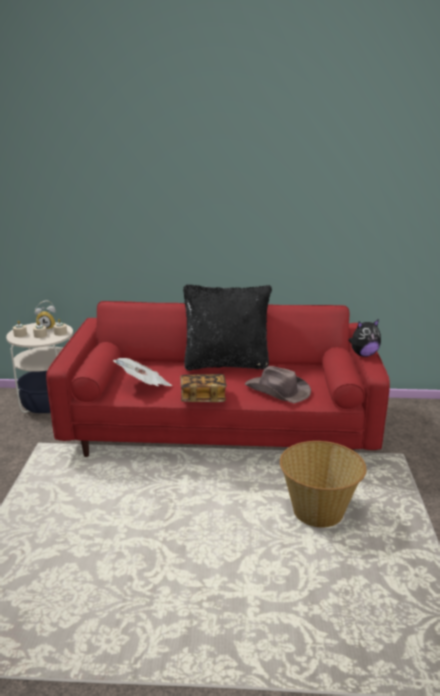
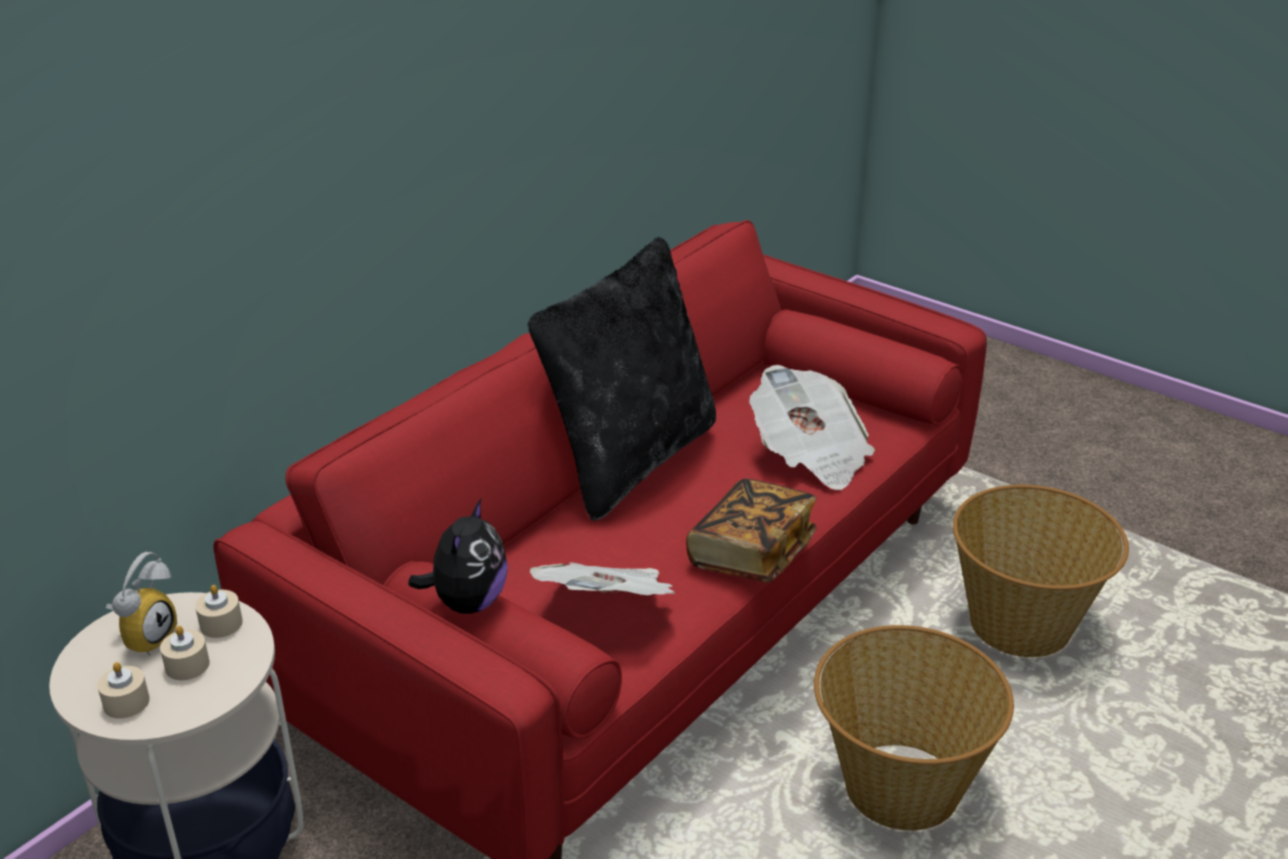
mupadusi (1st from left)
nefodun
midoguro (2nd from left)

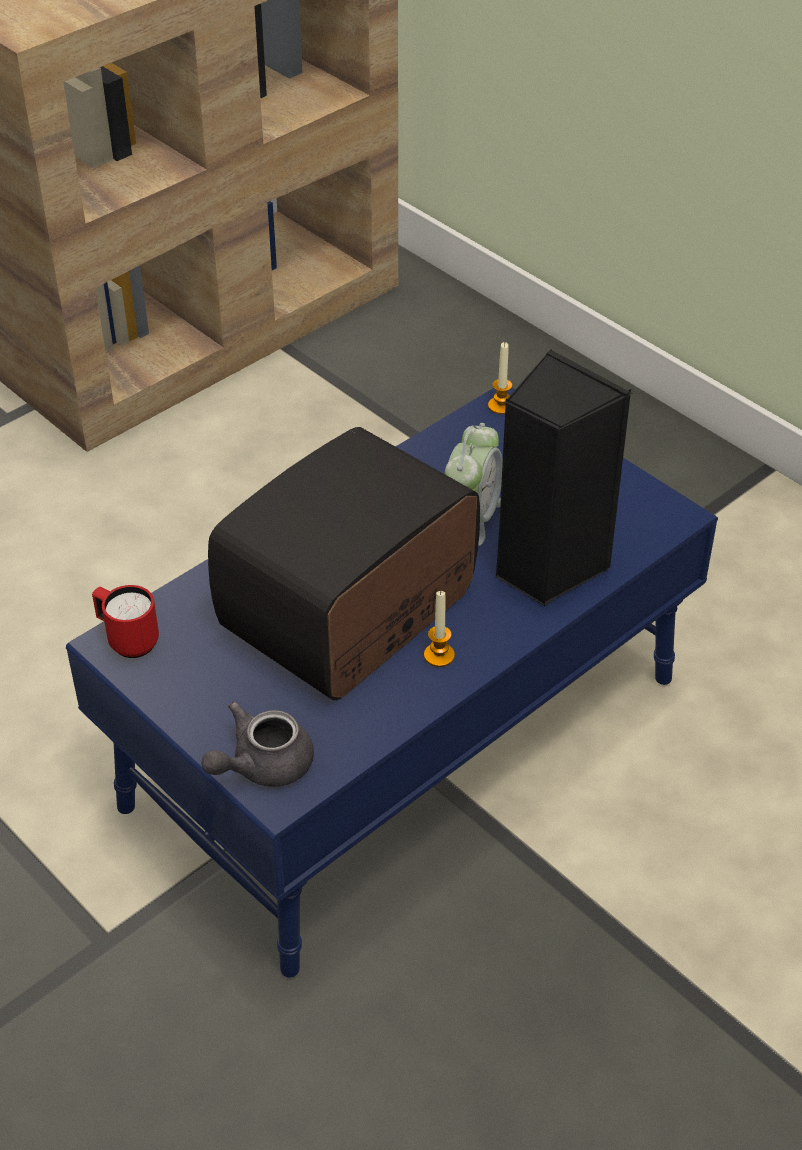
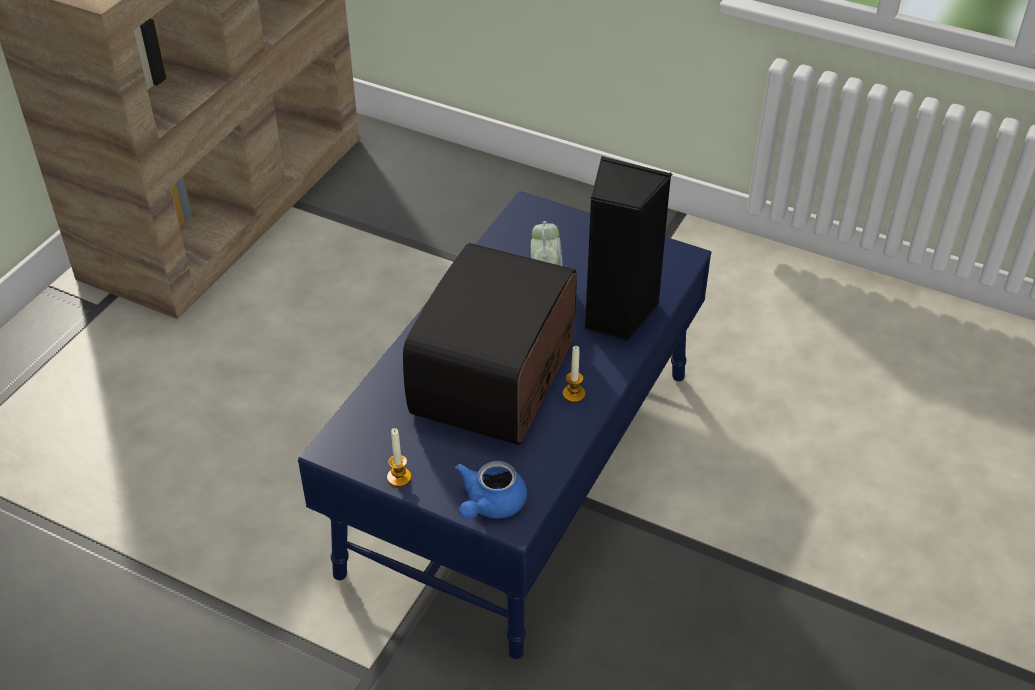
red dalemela
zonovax (1st from left)
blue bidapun

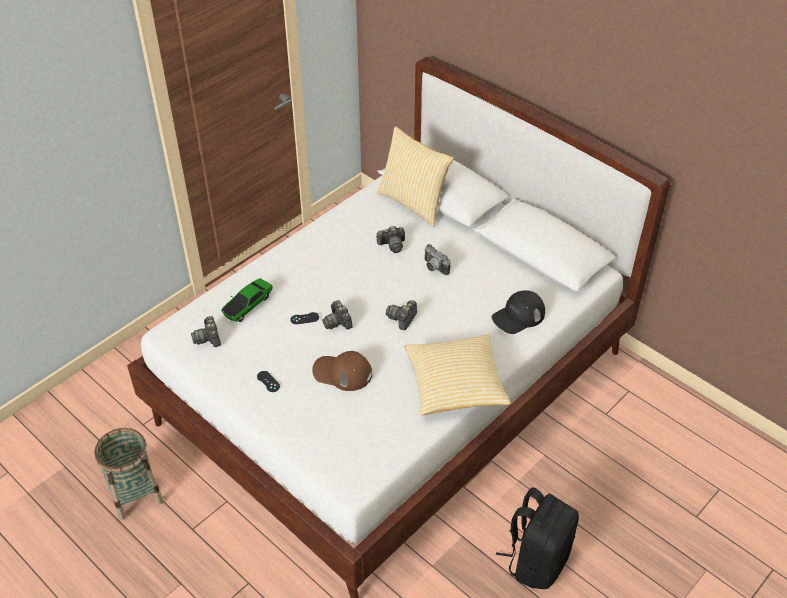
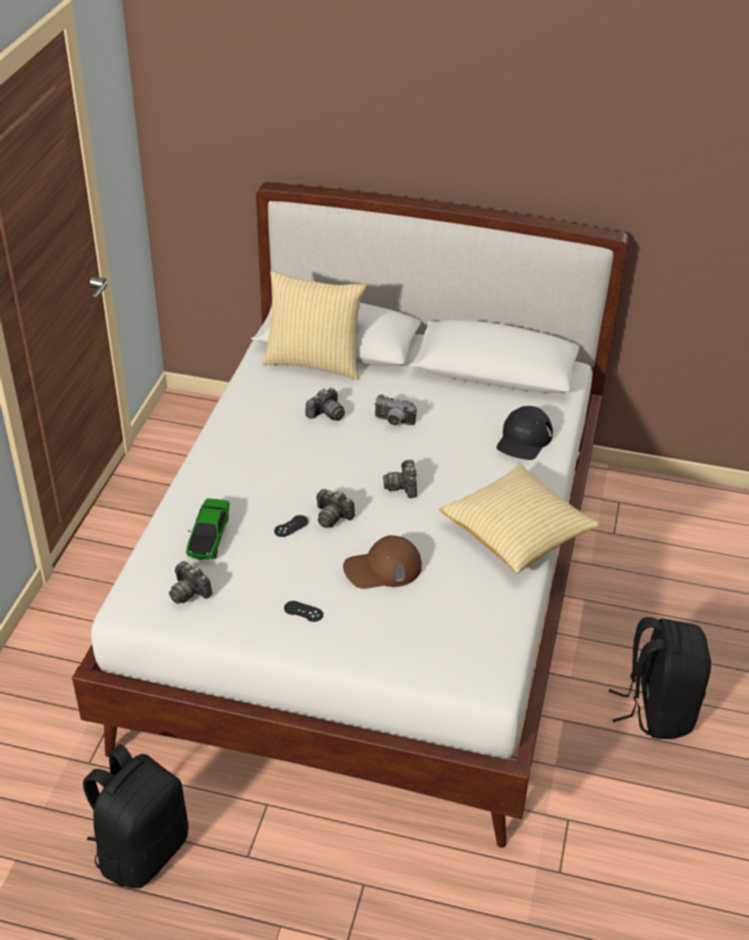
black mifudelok (1st from left)

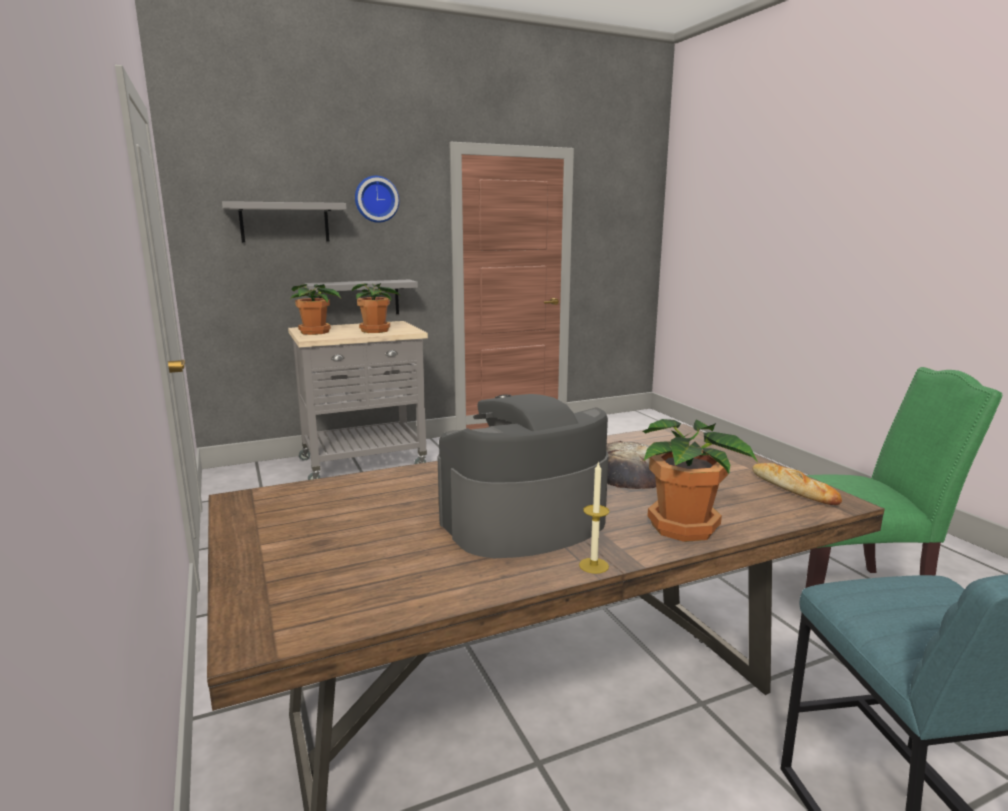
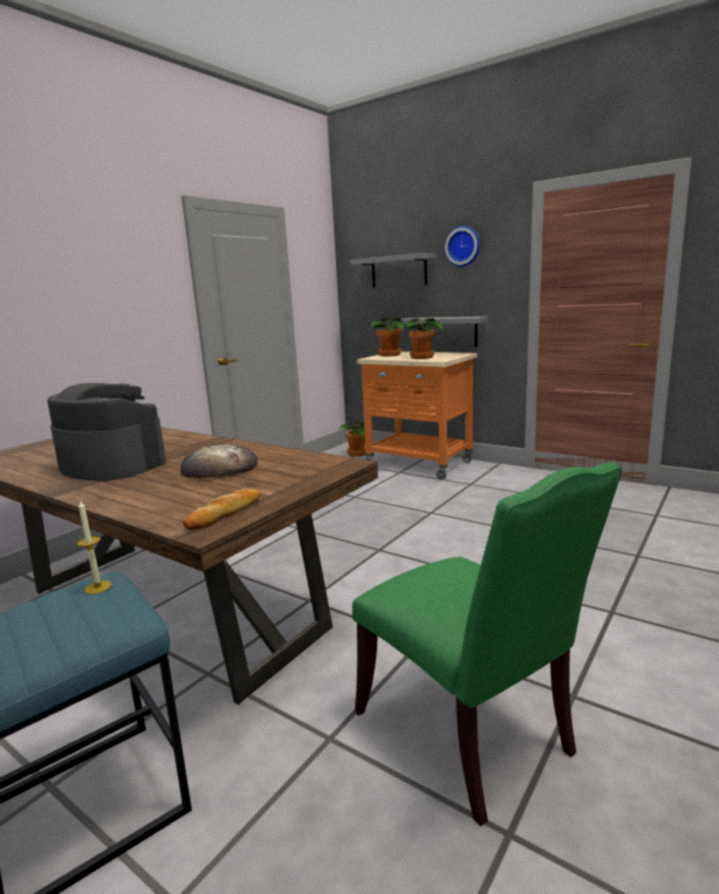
zonovax
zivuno (1st from left)
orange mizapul

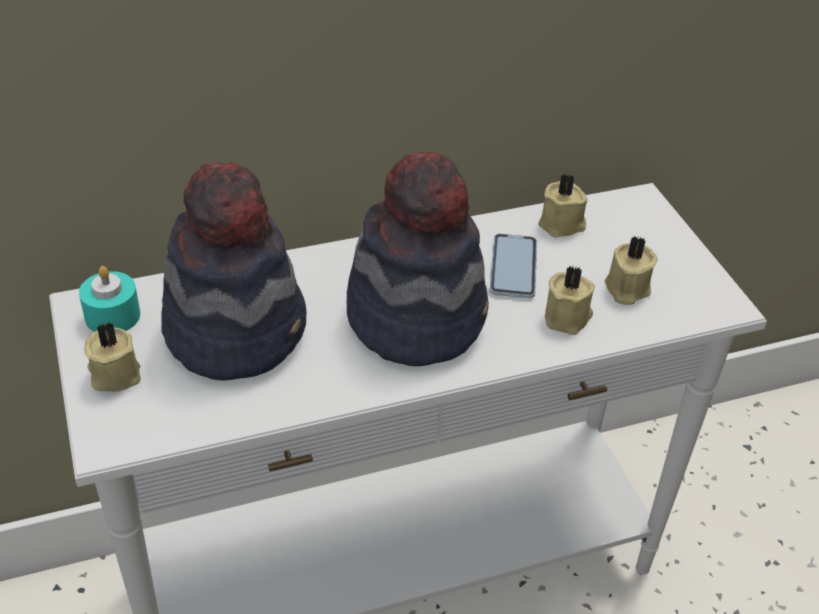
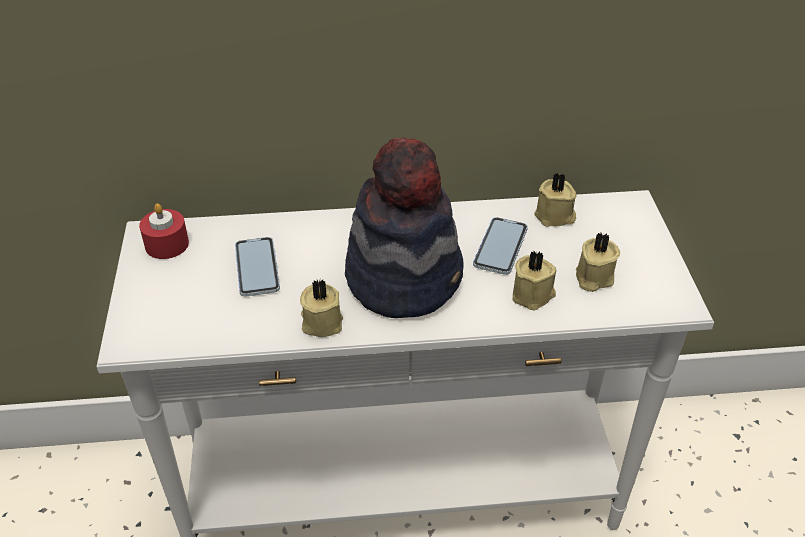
beige zonovax (1st from left)
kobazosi (1st from left)
red zonovax

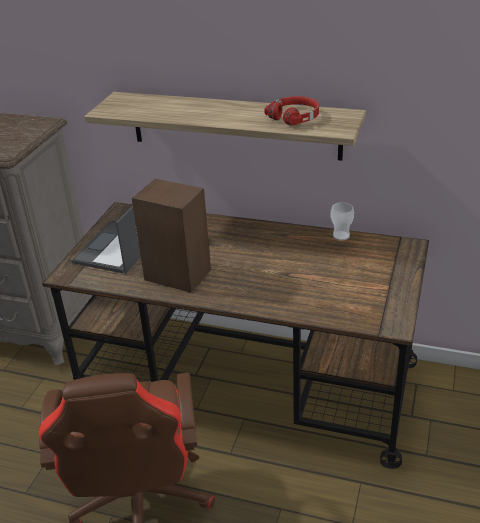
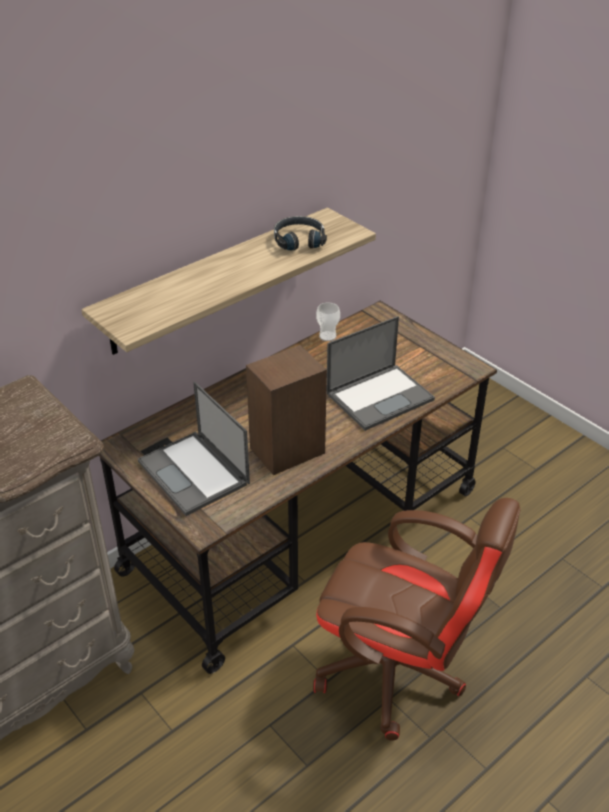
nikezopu (2nd from left)
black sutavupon

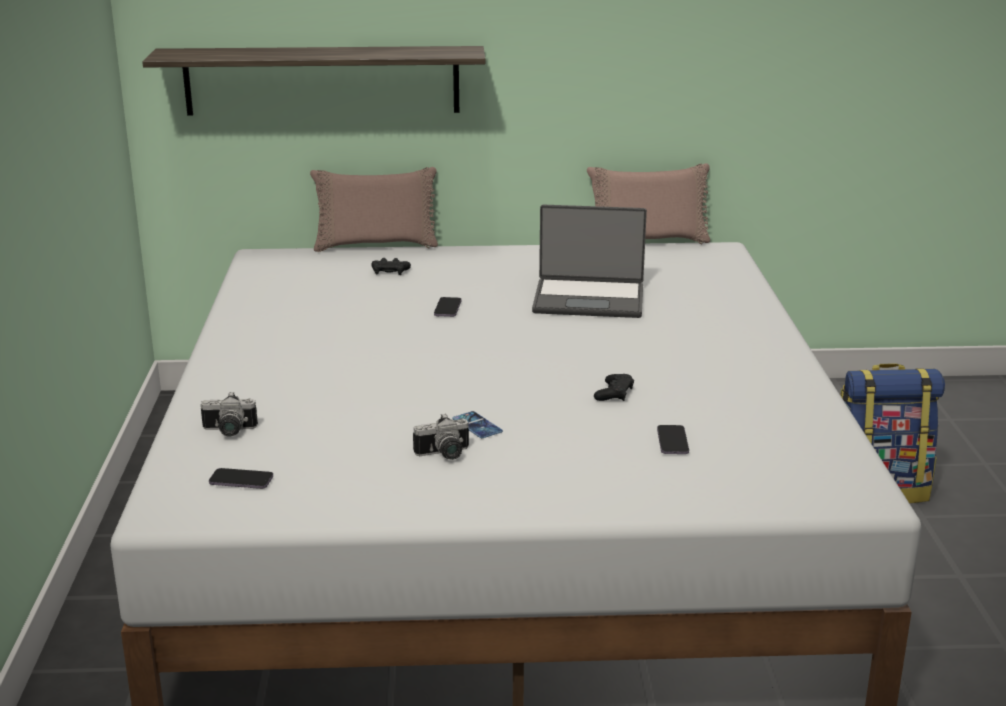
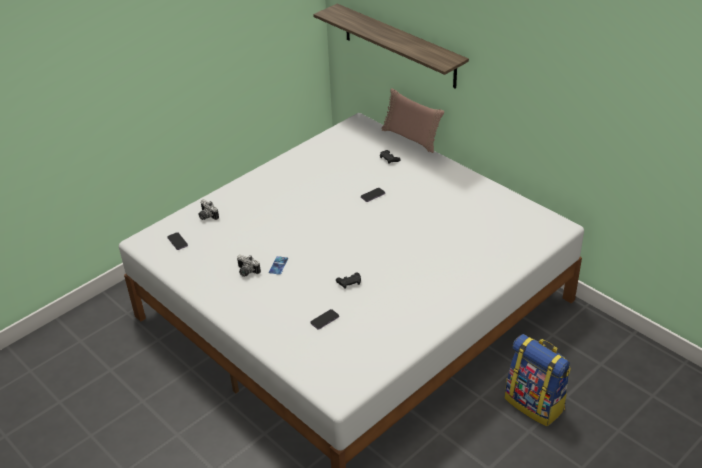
nikezopu
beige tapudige (2nd from left in the first image)

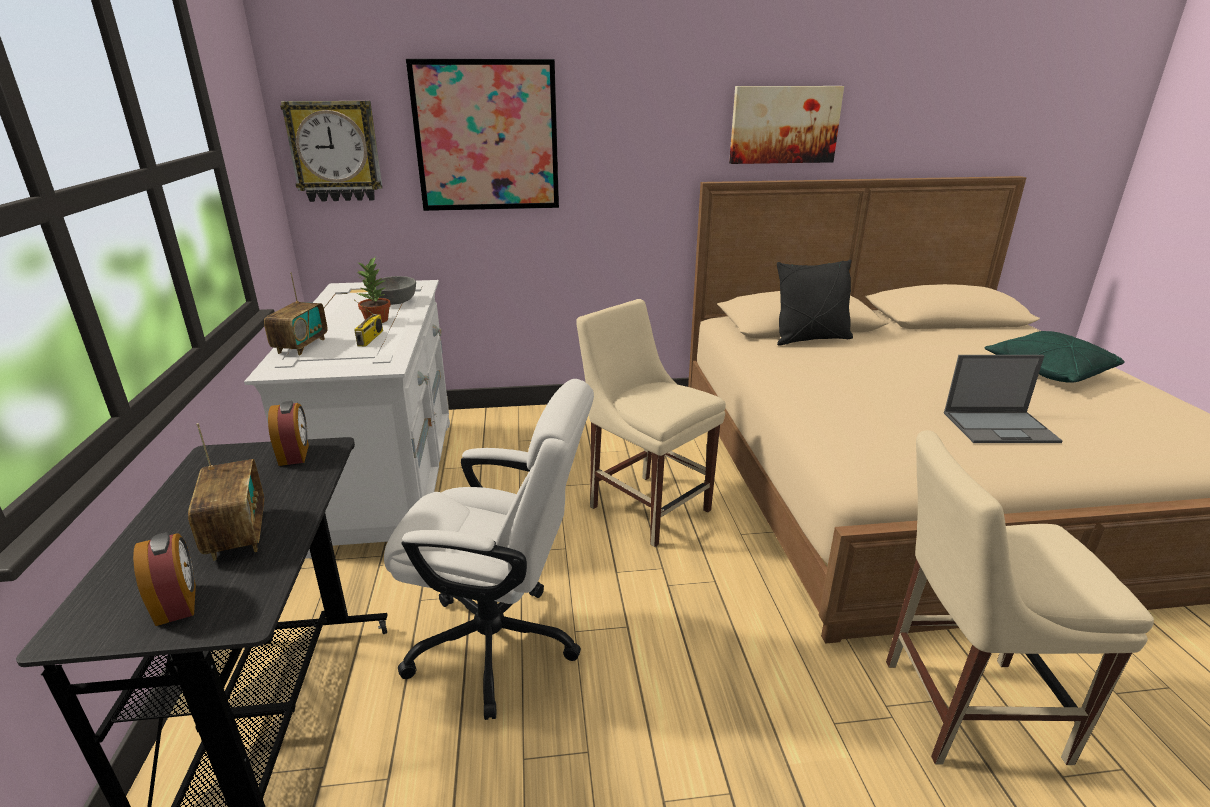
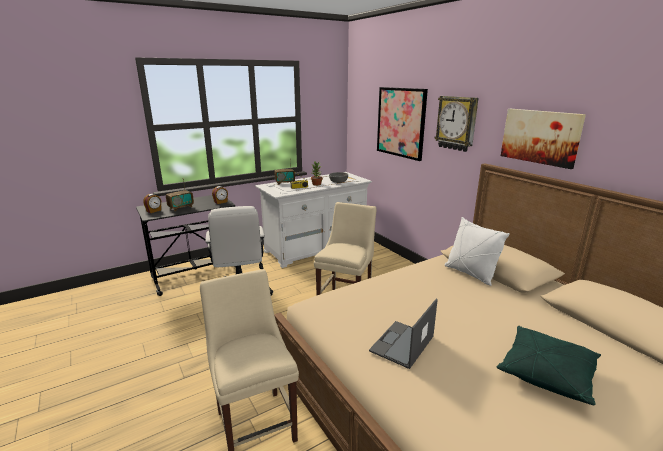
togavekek
white tapudige
nikezopu

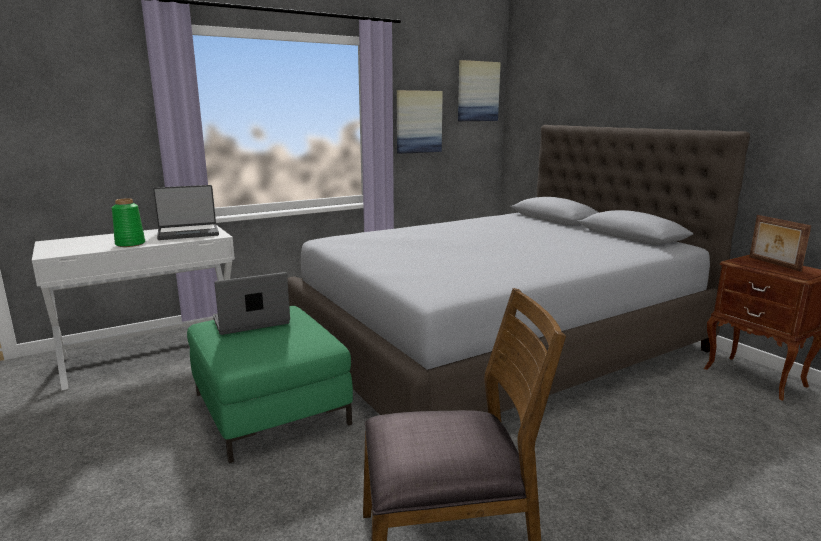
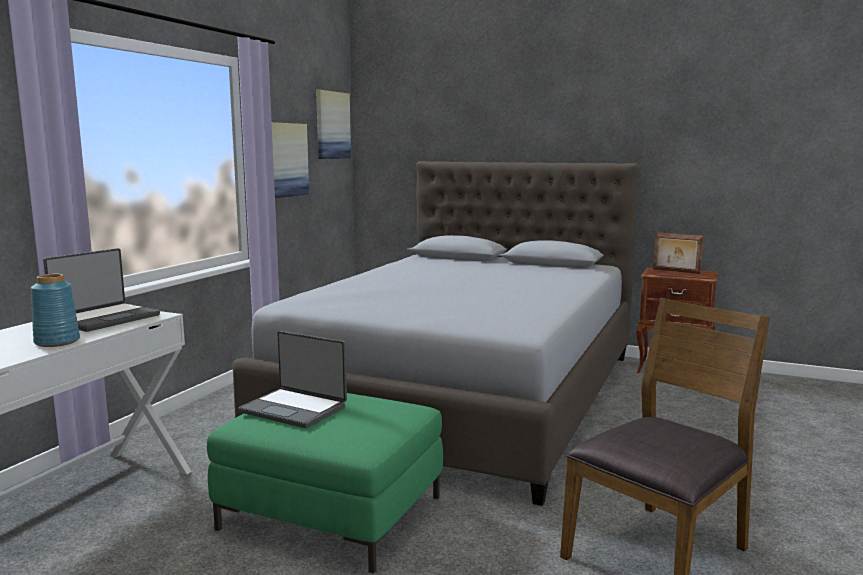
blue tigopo
nikezopu (2nd from left)

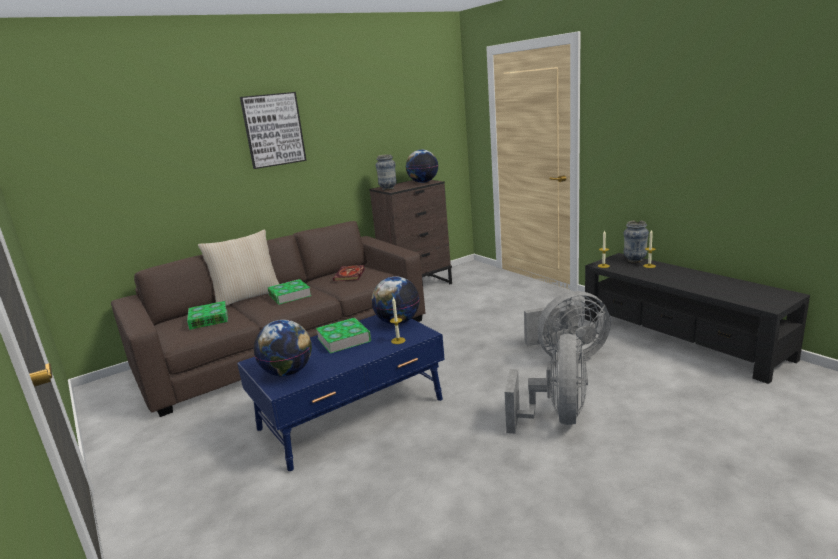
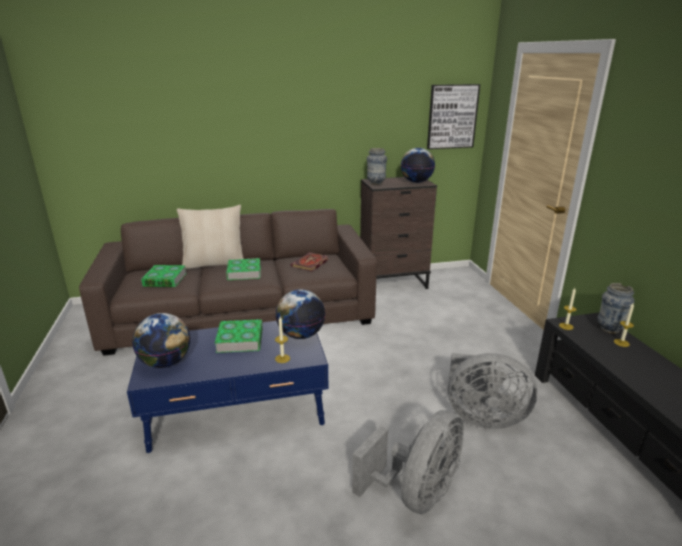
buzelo

